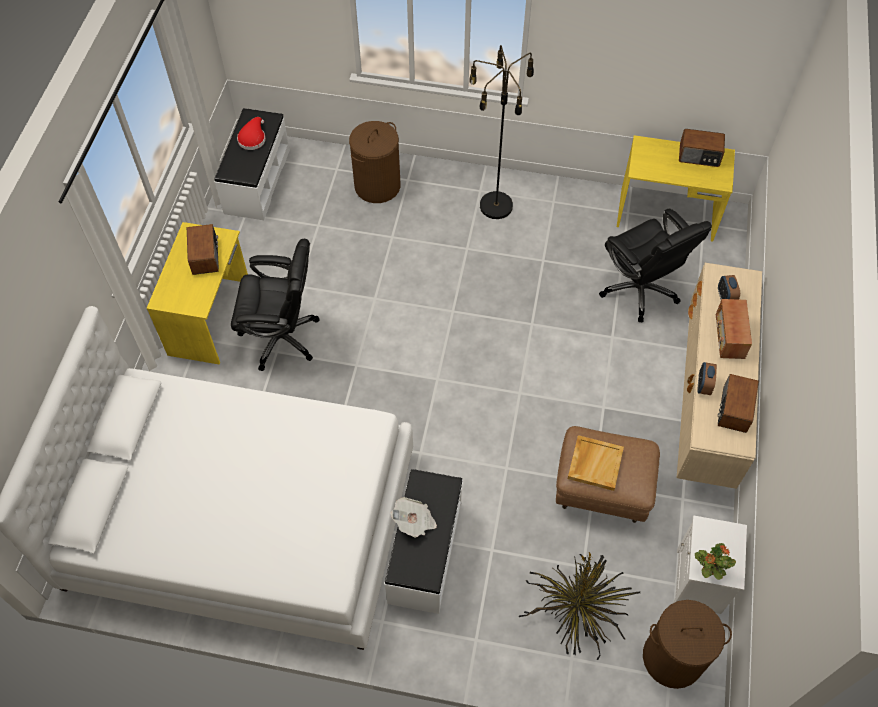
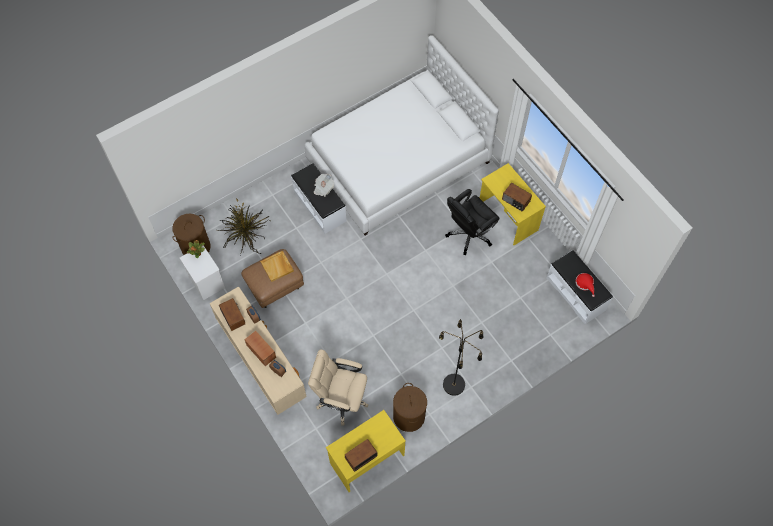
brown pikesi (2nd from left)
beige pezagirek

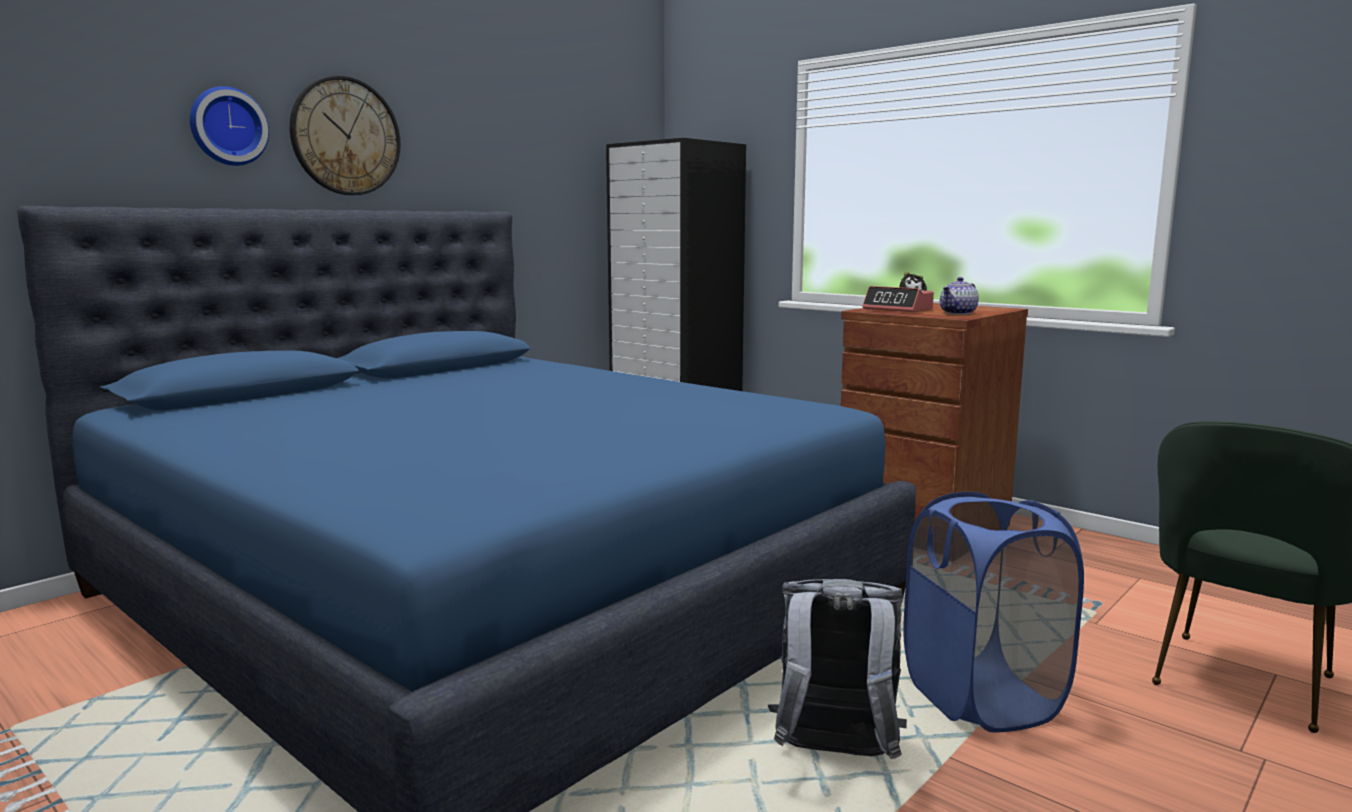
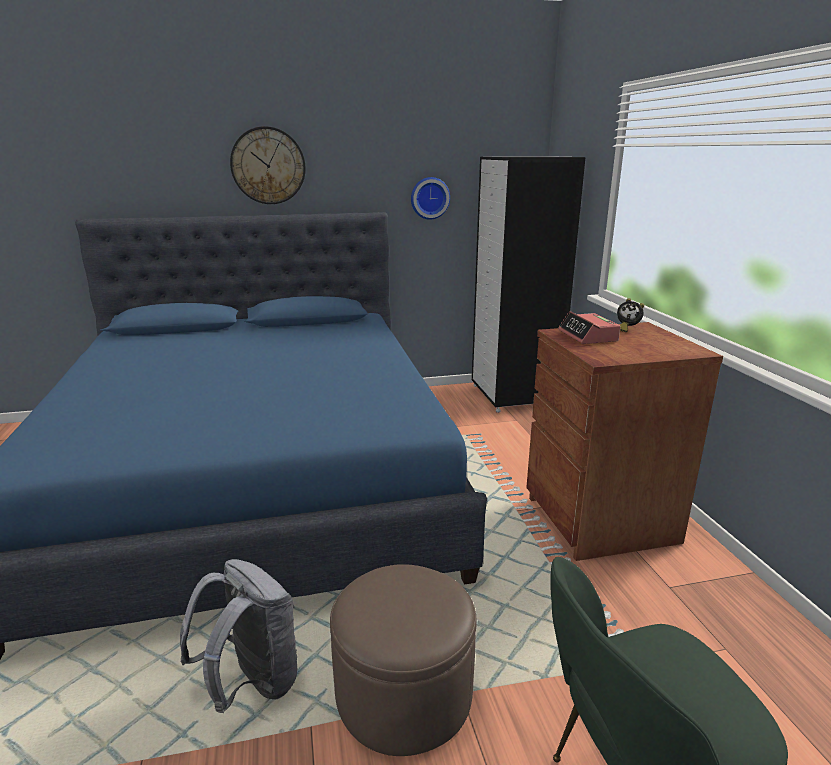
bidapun
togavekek (2nd from left)
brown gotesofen

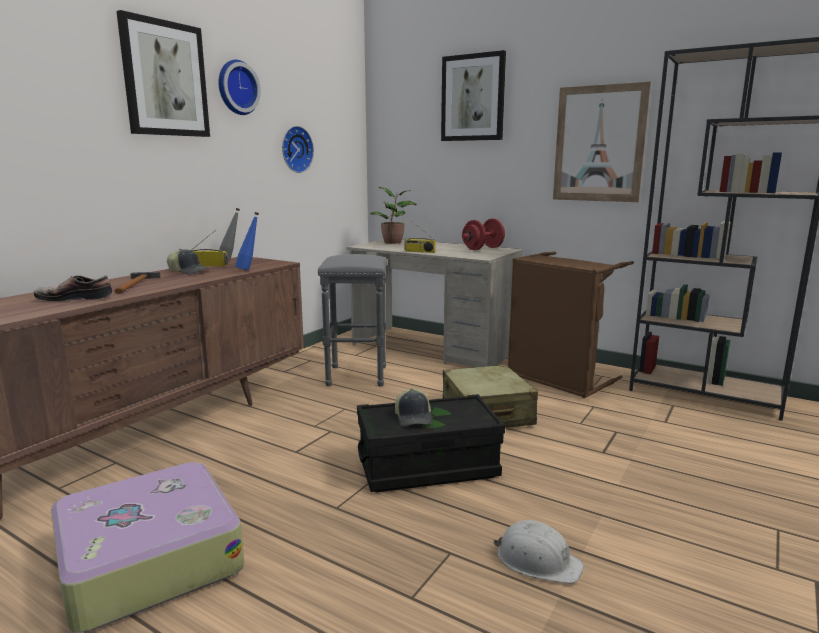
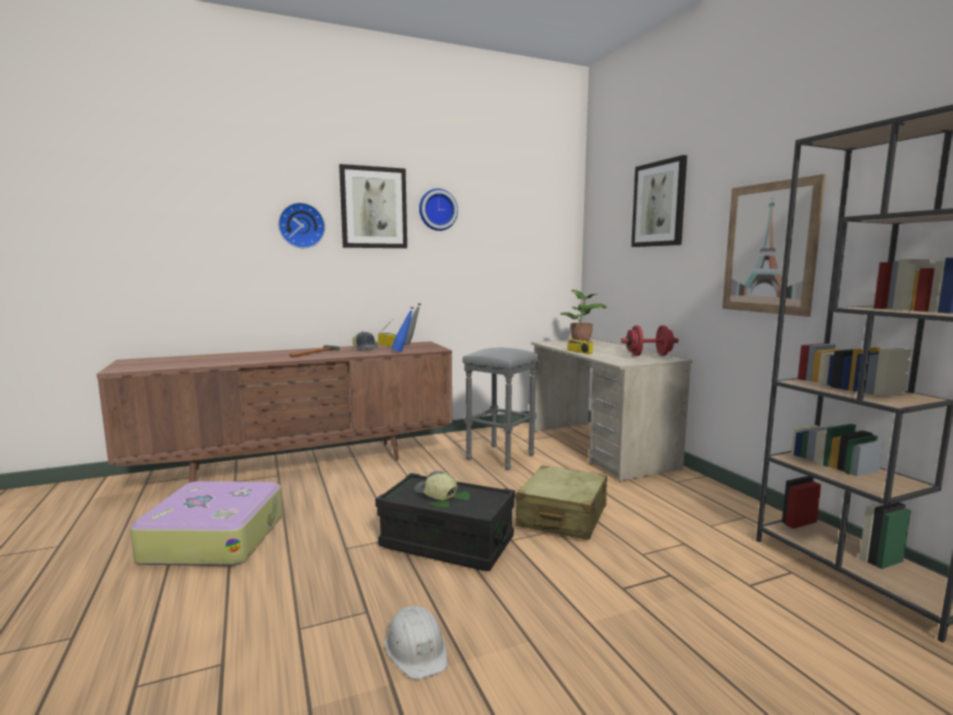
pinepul
brown pikesi
togavekek (1st from left)
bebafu (2nd from left)

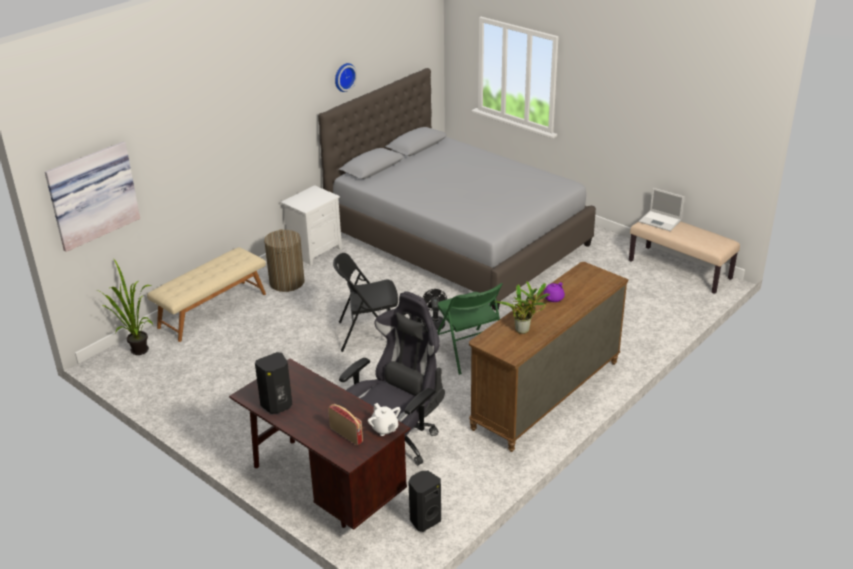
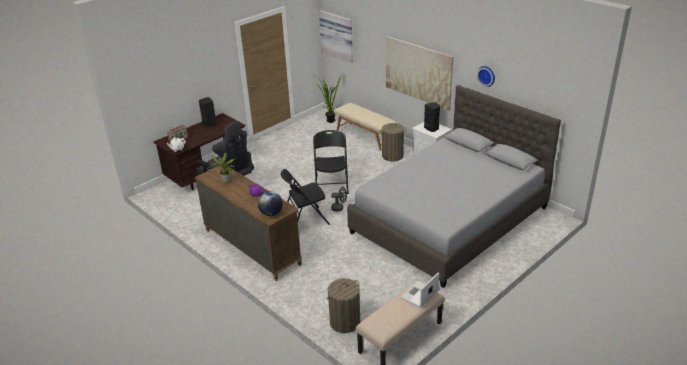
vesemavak
pikesi (1st from left)
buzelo (2nd from left)
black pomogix (2nd from left)
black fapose (1st from left)

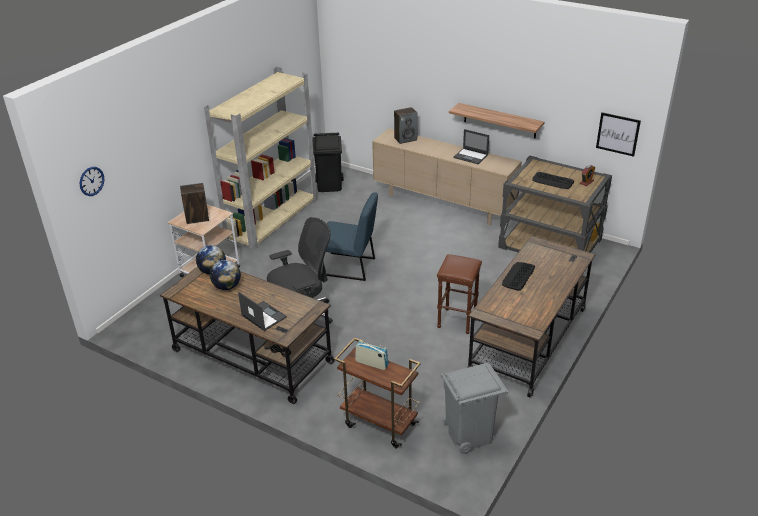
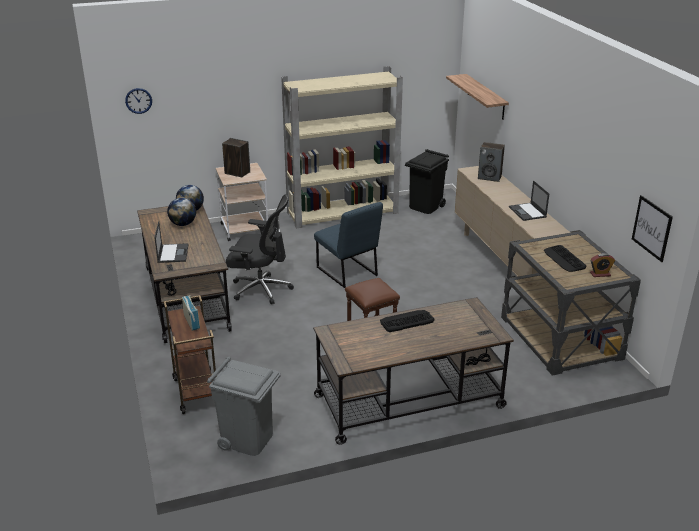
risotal

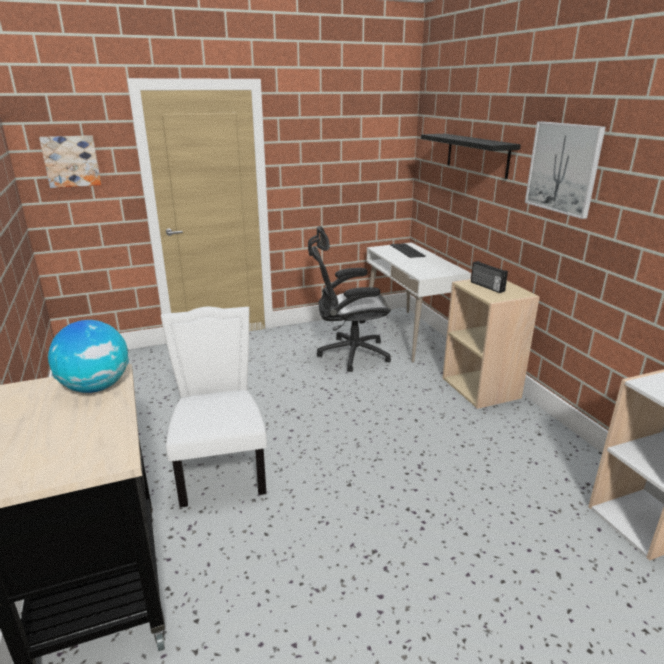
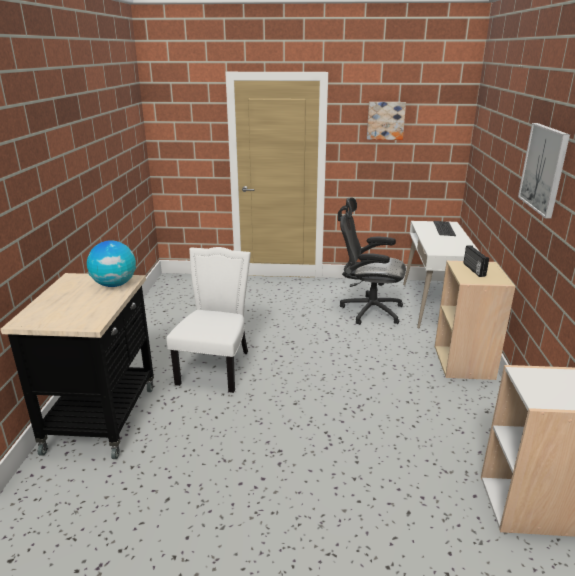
black risotal
buzelo (1st from left)

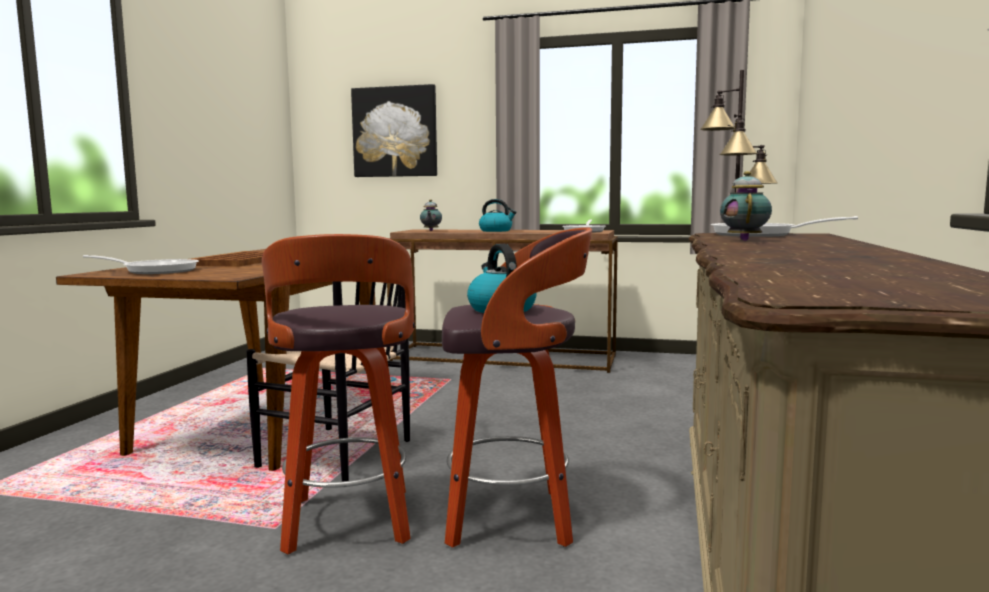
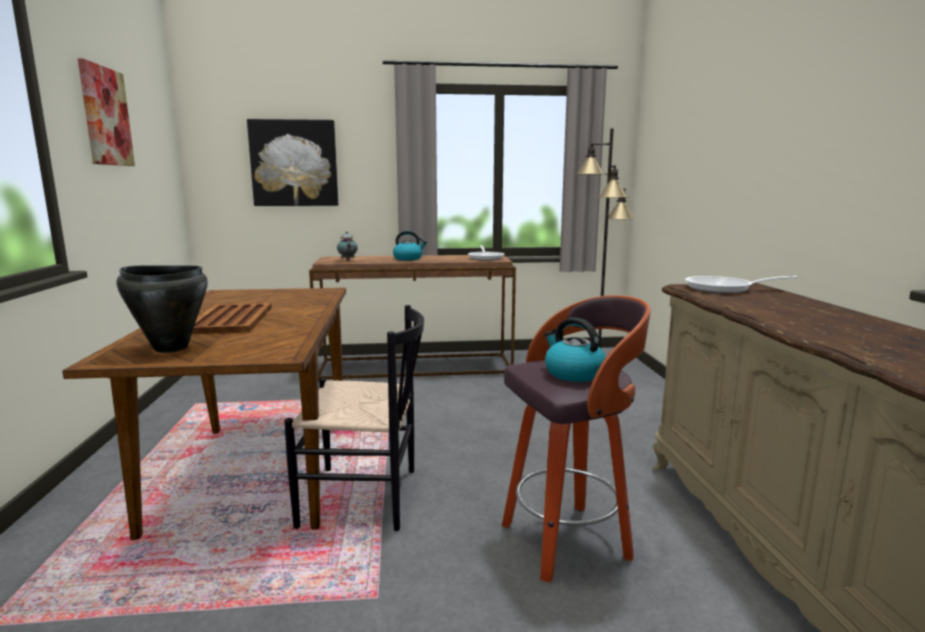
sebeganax (1st from left in the first image)
bidapun (2nd from left in the first image)
buzelo (1st from left)
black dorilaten

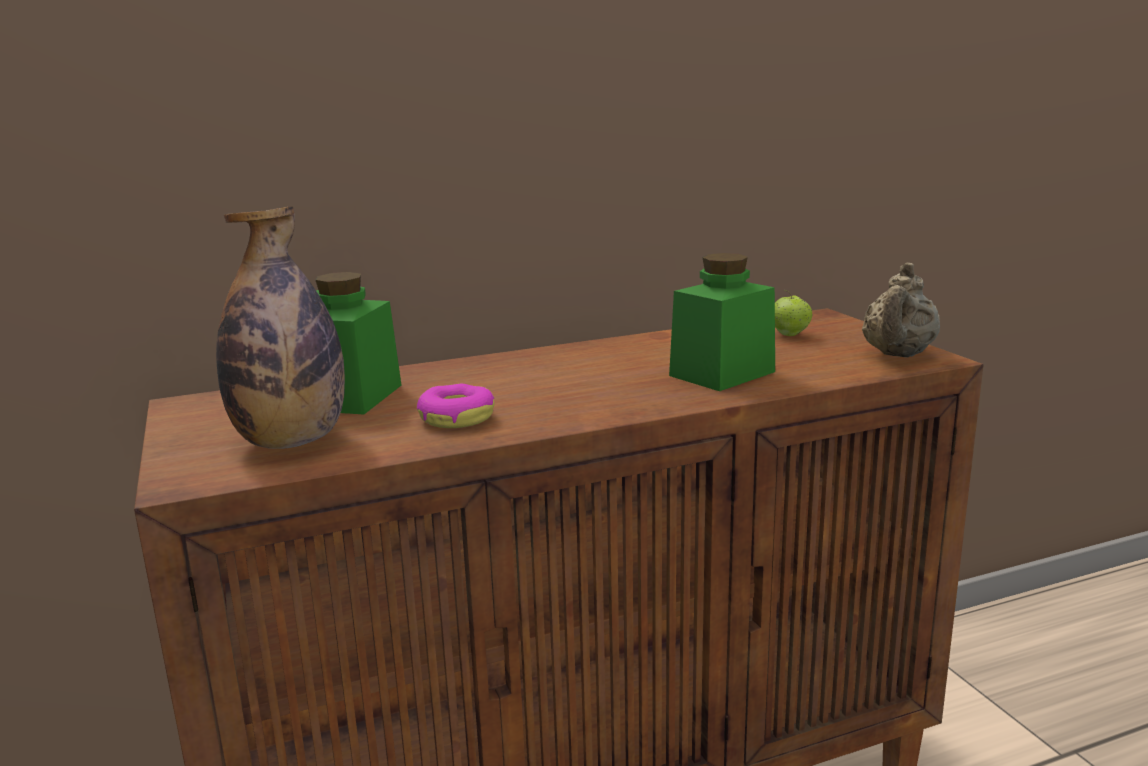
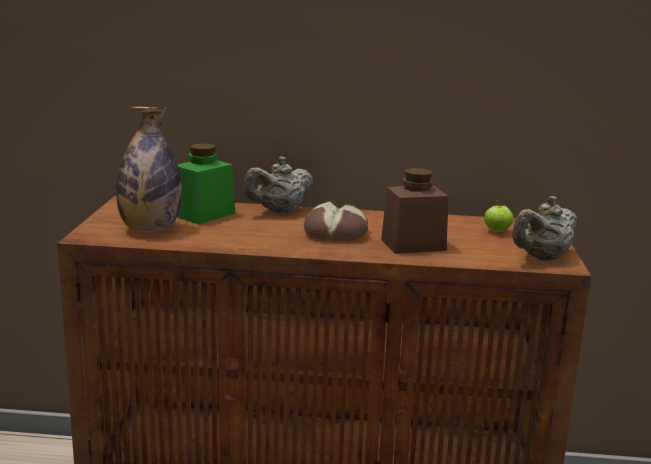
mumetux
beige bidapun (1st from left)
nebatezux
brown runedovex

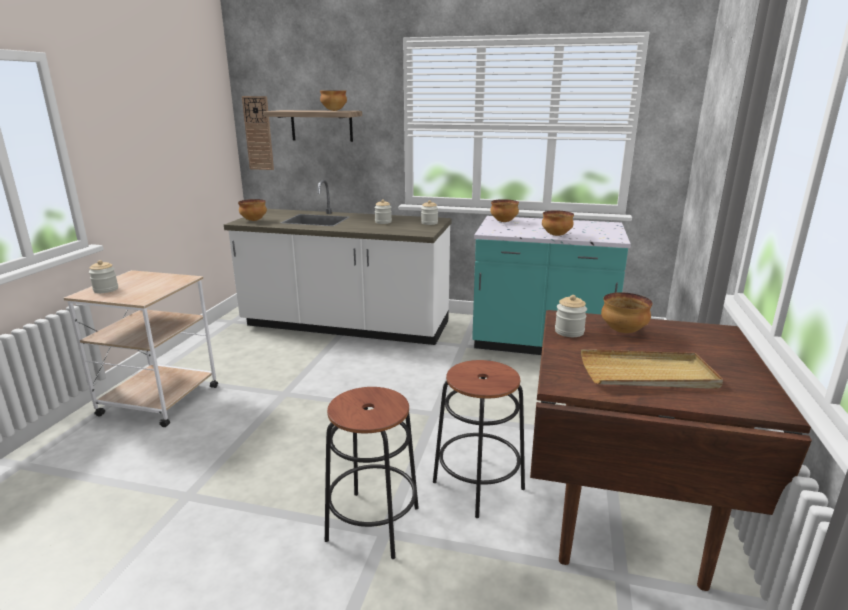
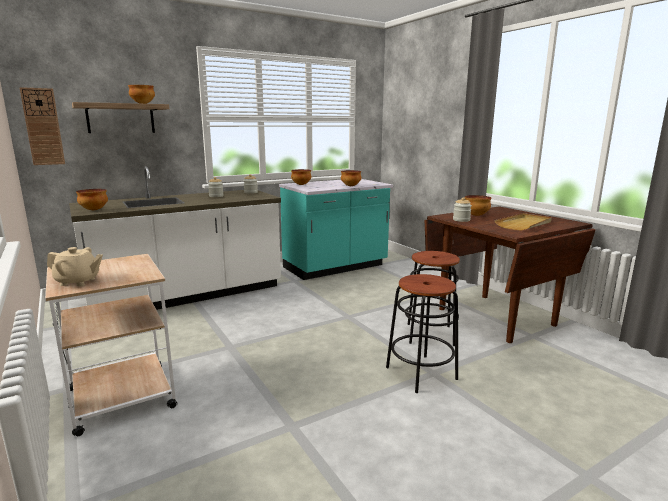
beige bidapun

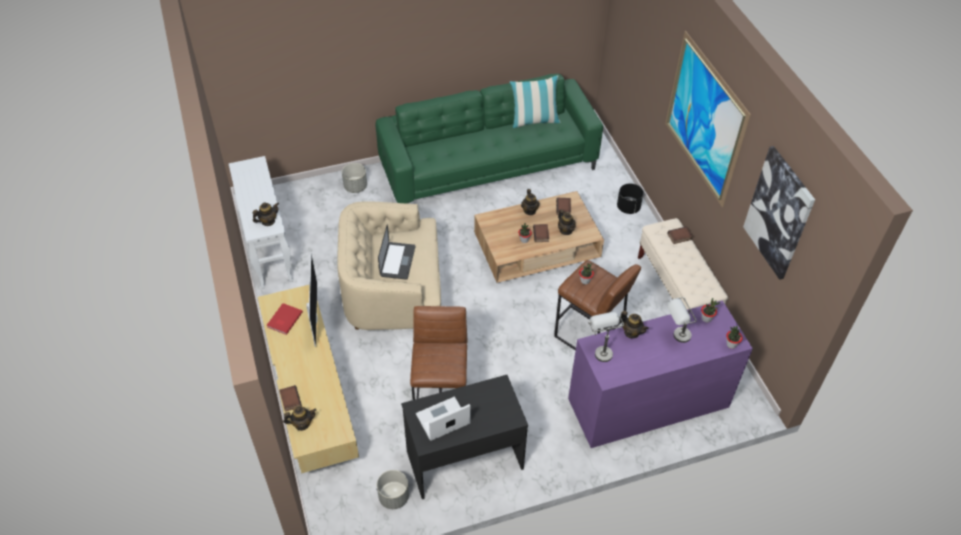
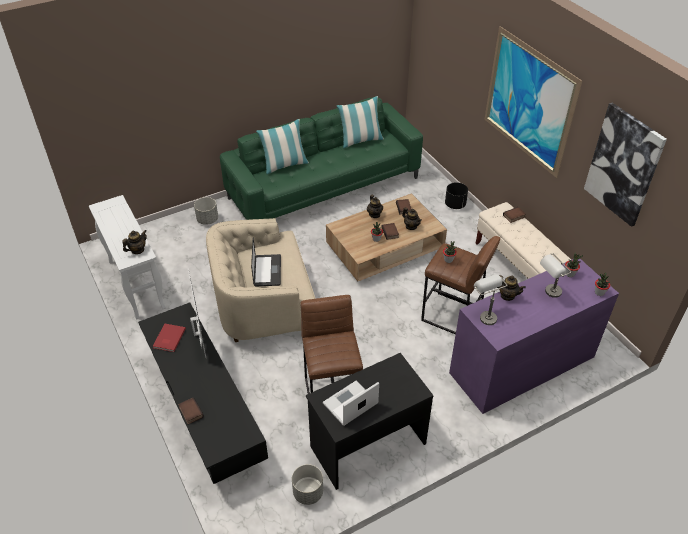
bidapun (2nd from left in the first image)
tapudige (1st from left)
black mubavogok

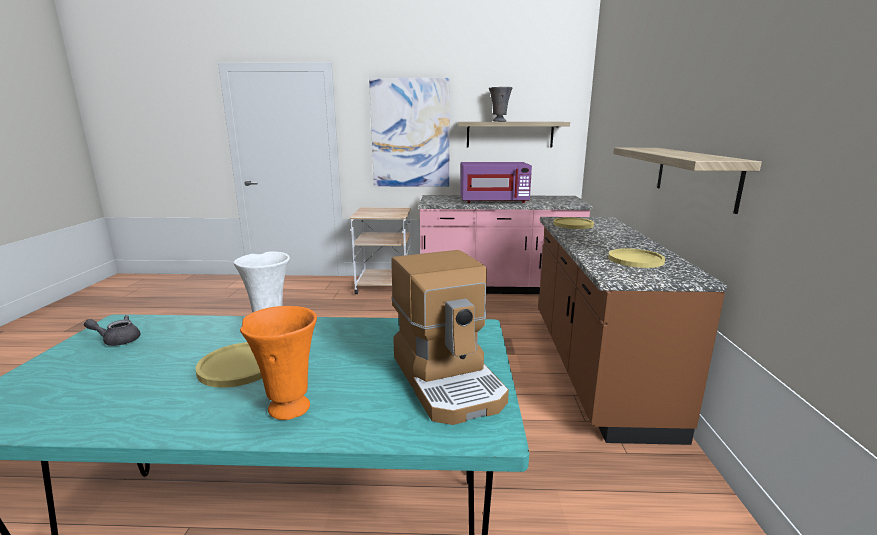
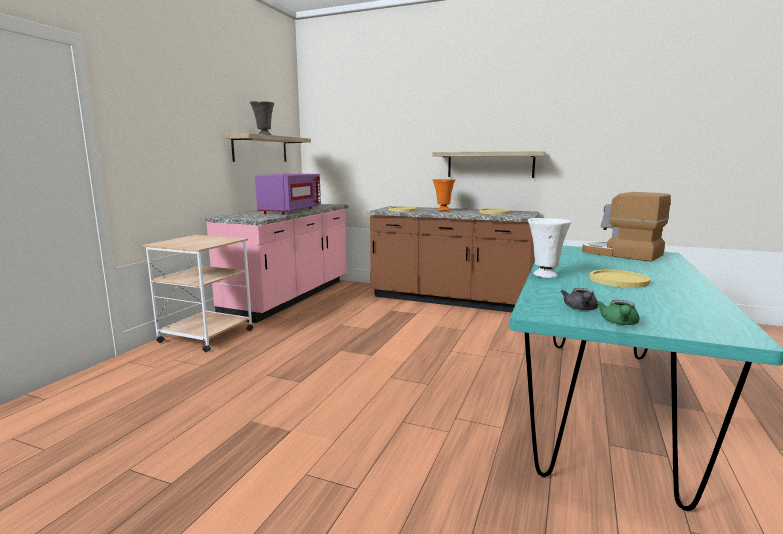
buzelo
green bidapun
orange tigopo
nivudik

